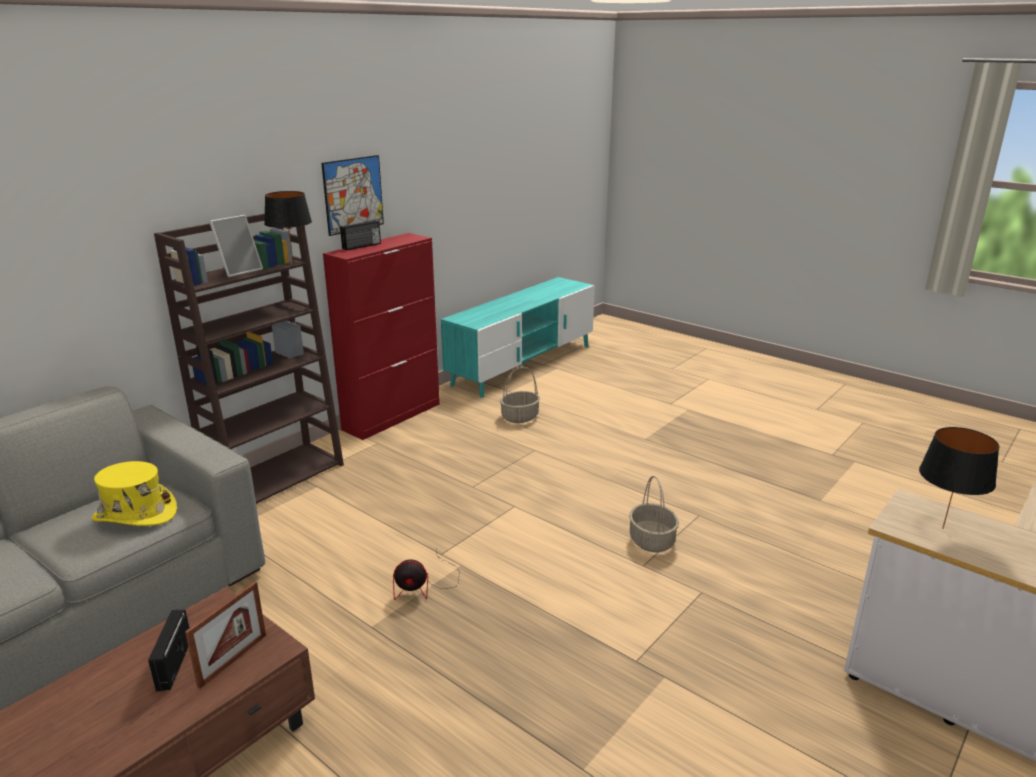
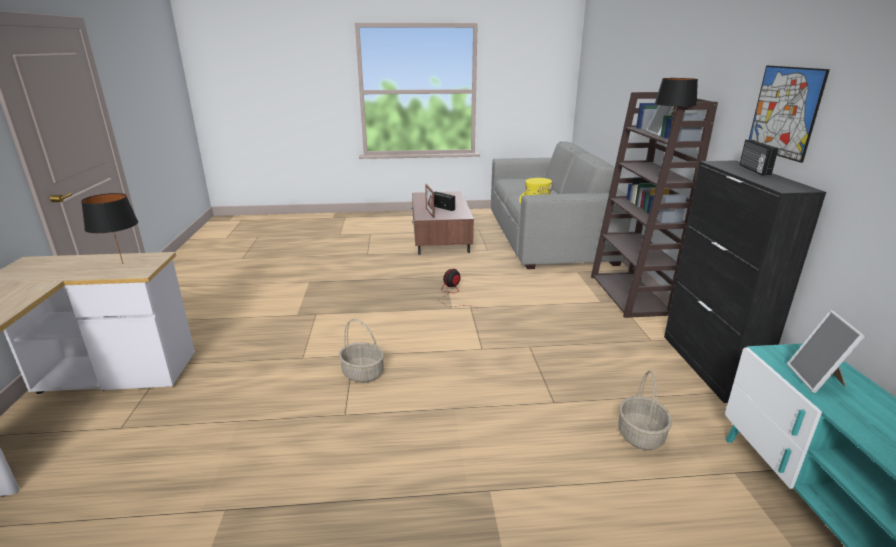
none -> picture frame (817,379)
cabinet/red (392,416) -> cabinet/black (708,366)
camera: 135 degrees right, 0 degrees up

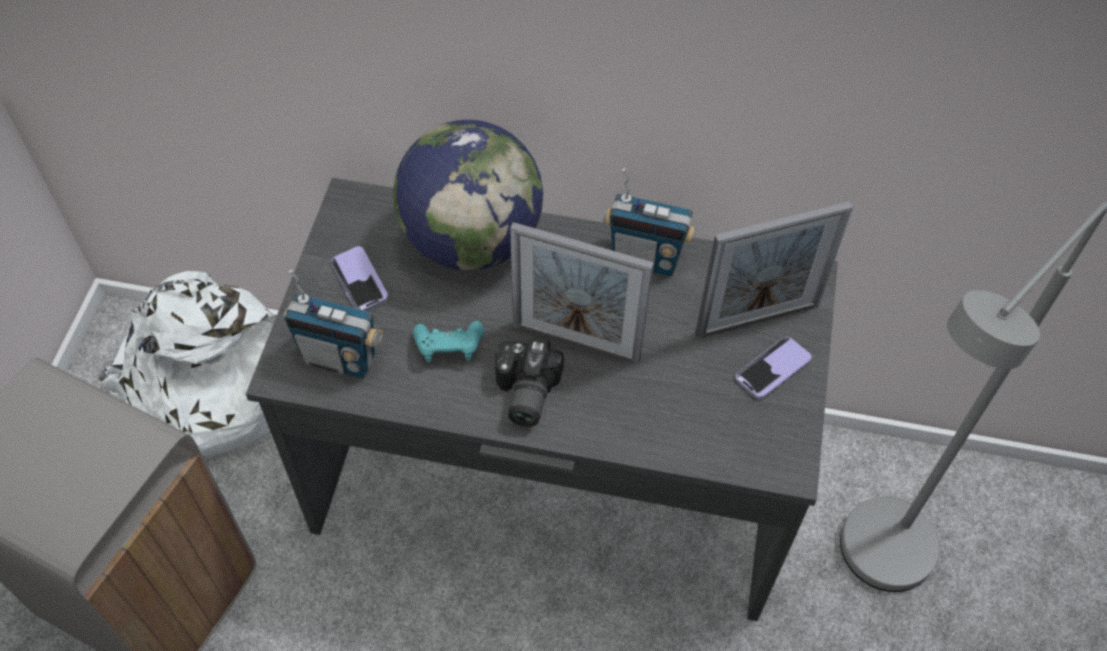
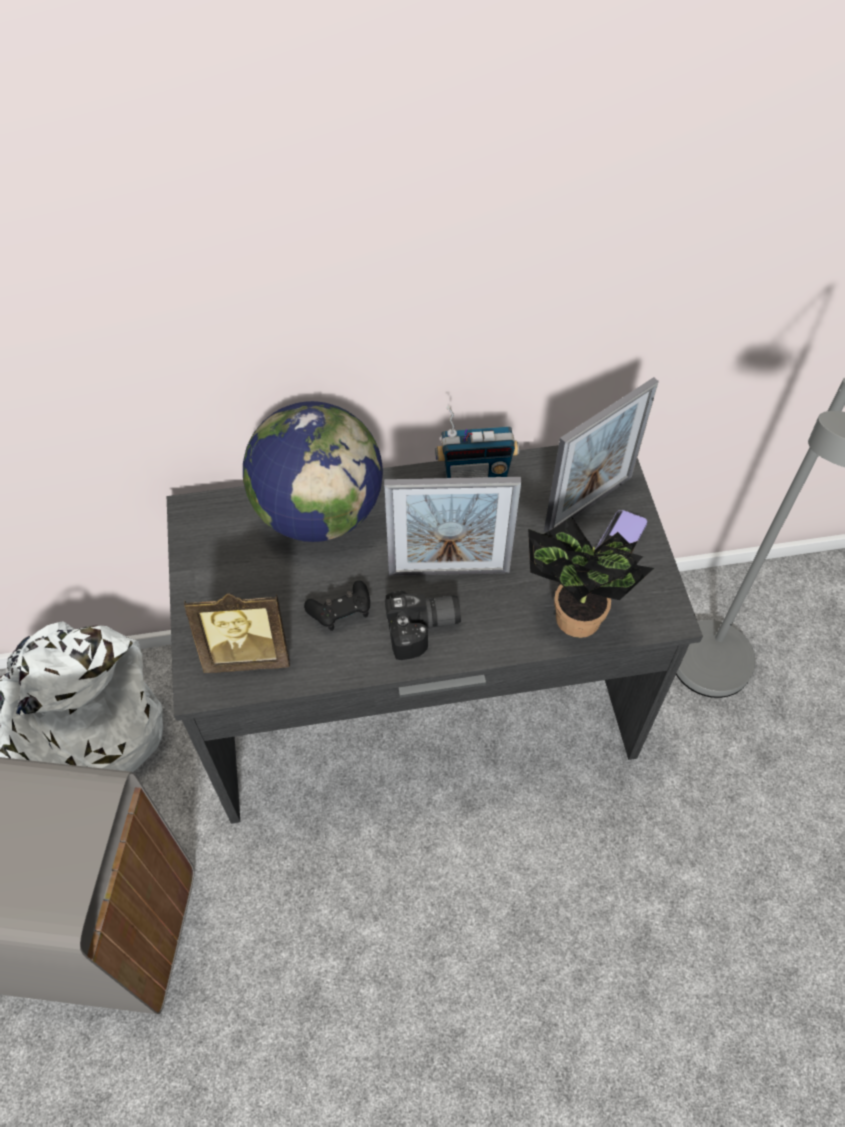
phone (359,280) -> none
none -> potted plant (571,620)
radio (340,358) -> picture frame (248,654)
game controller/turquoise (449,348) -> game controller/black (341,612)
photo camera (523,393) -> photo camera (424,630), 90 degrees counterclockwise
camera: 20 degrees left, 0 degrees up

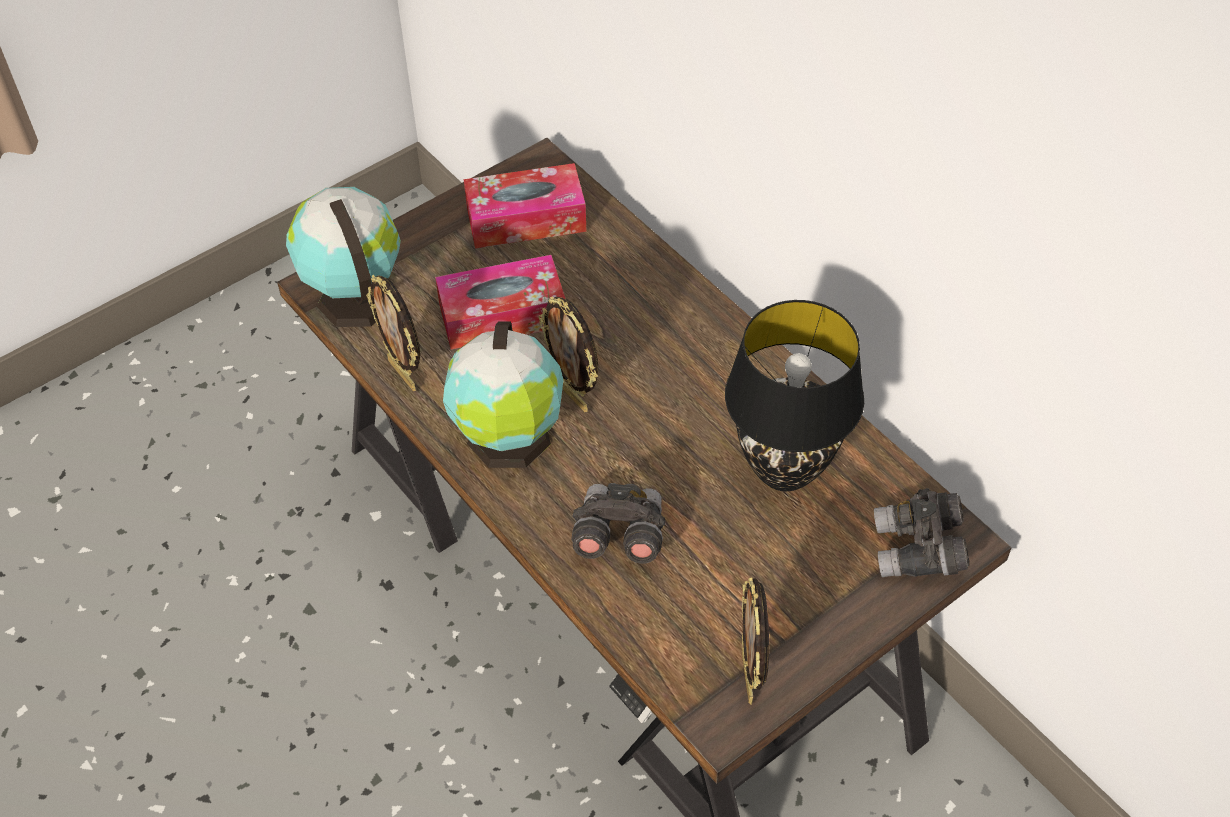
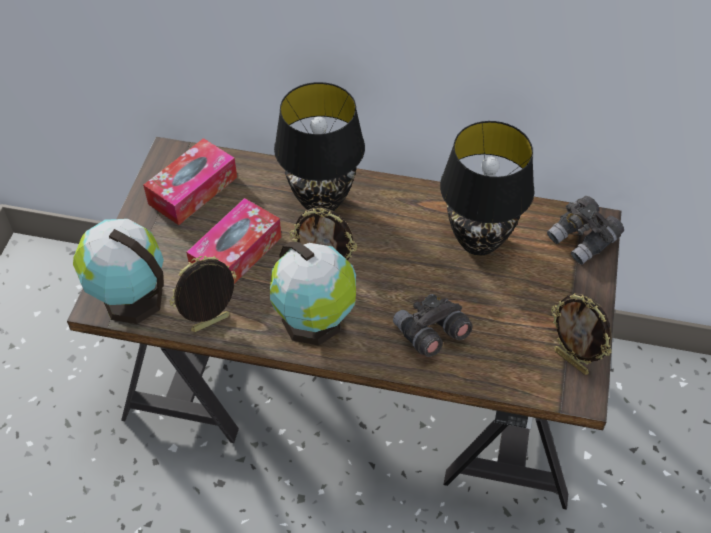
none -> table lamp/black (322,203)
picture frame (404,374) -> picture frame (211,325), 135 degrees clockwise
camera: 40 degrees left, 0 degrees up

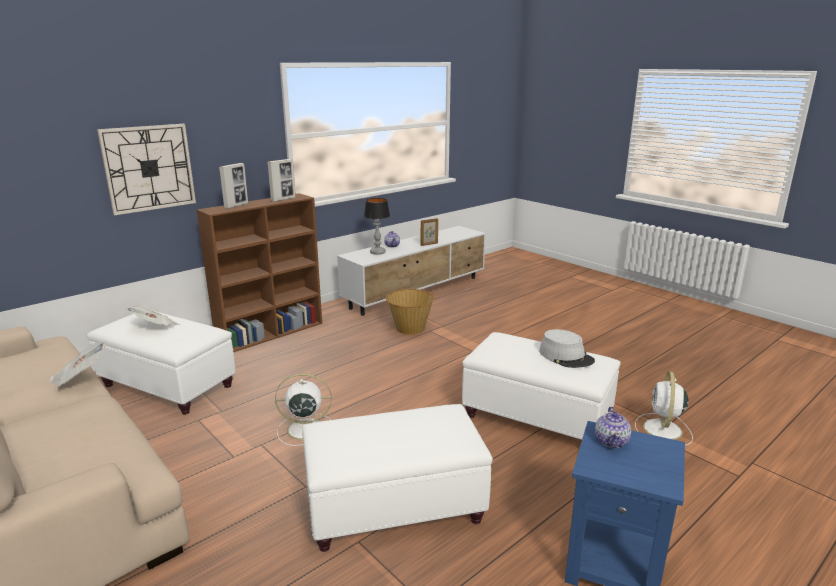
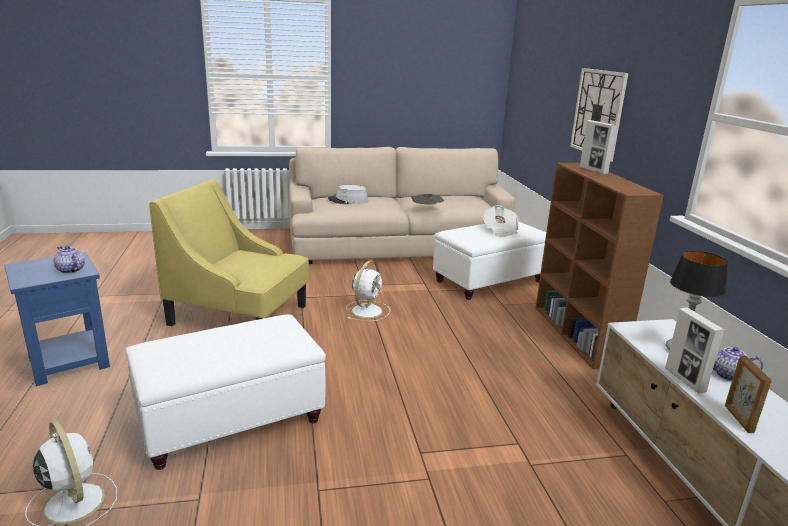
basket (410,328) -> none
picture frame (283,199) -> picture frame (685,380), move
hat/grey (566,356) -> hat/grey (348,200), move
ottoman/white (393,507) -> armchair/yellow (239,315)
camera: 120 degrees right, 0 degrees up

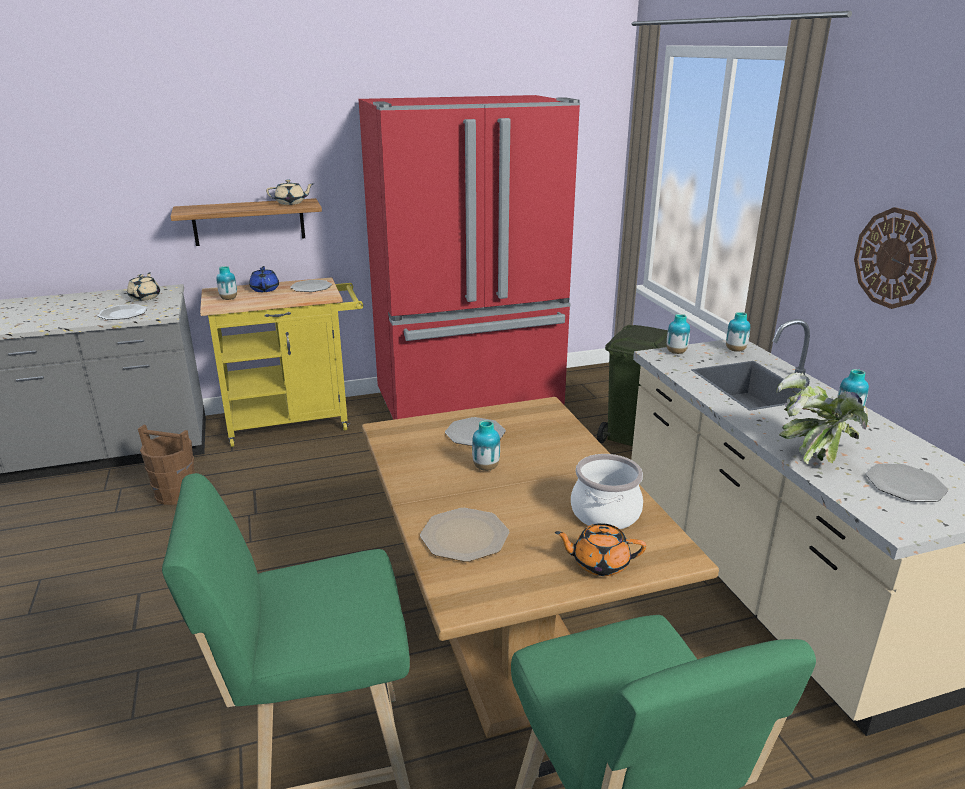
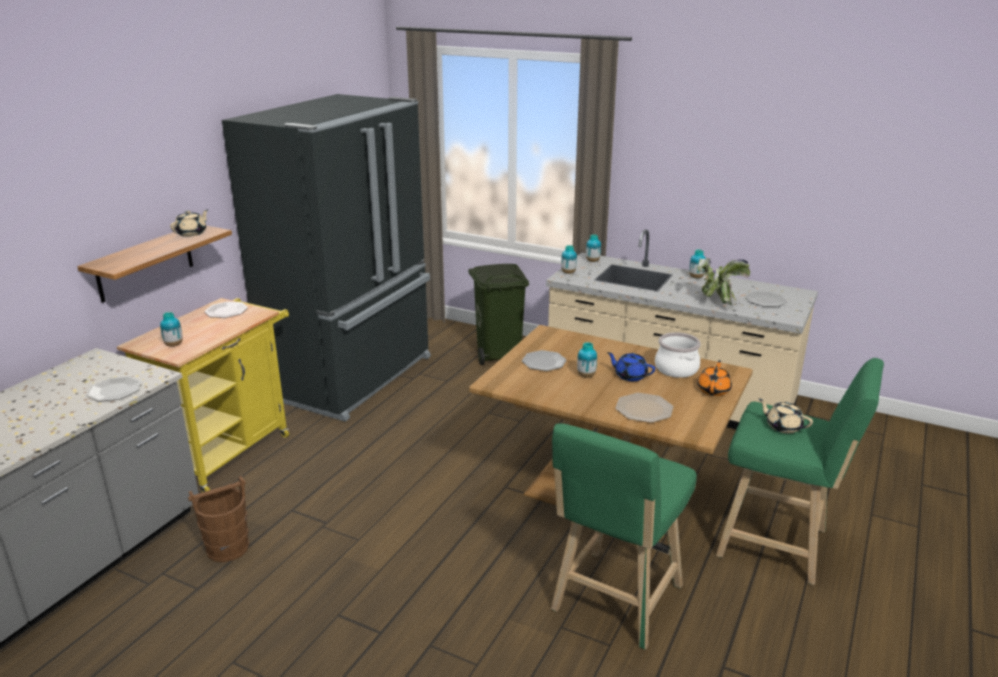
wall clock (894,258) -> none
teapot/beige (145,297) -> teapot/beige (783,426), move
teapot/blue (265,289) -> teapot/blue (630,376), move
fridge/red (471,405) -> fridge/black (354,377)
teapot/orange (599,563) -> teapot/orange (713,390), 150 degrees clockwise
camera: 45 degrees left, 0 degrees up

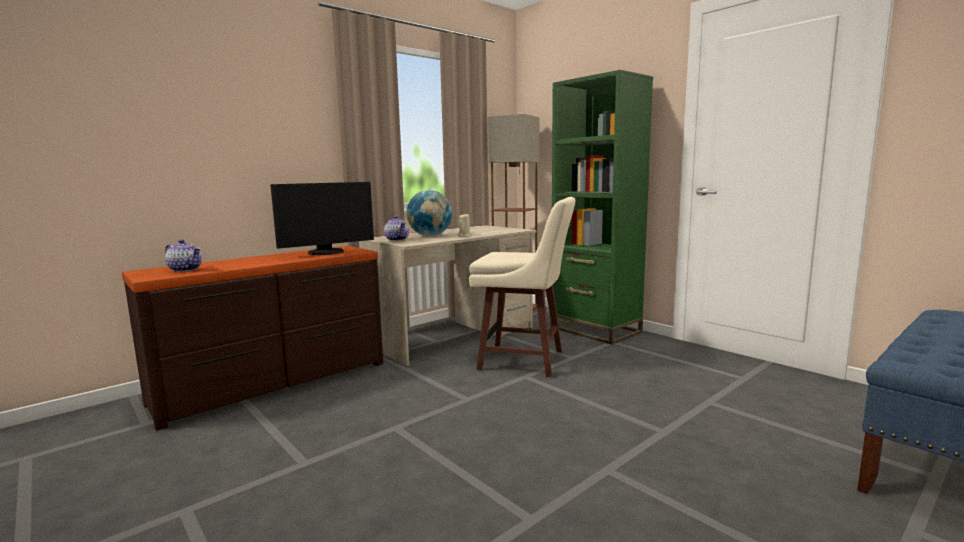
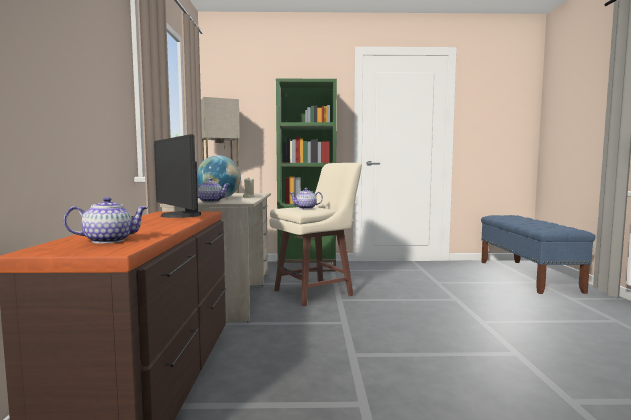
none -> teapot (306,208)
monitor (327,252) -> monitor (179,215), 135 degrees clockwise
camera: 50 degrees left, 5 degrees down

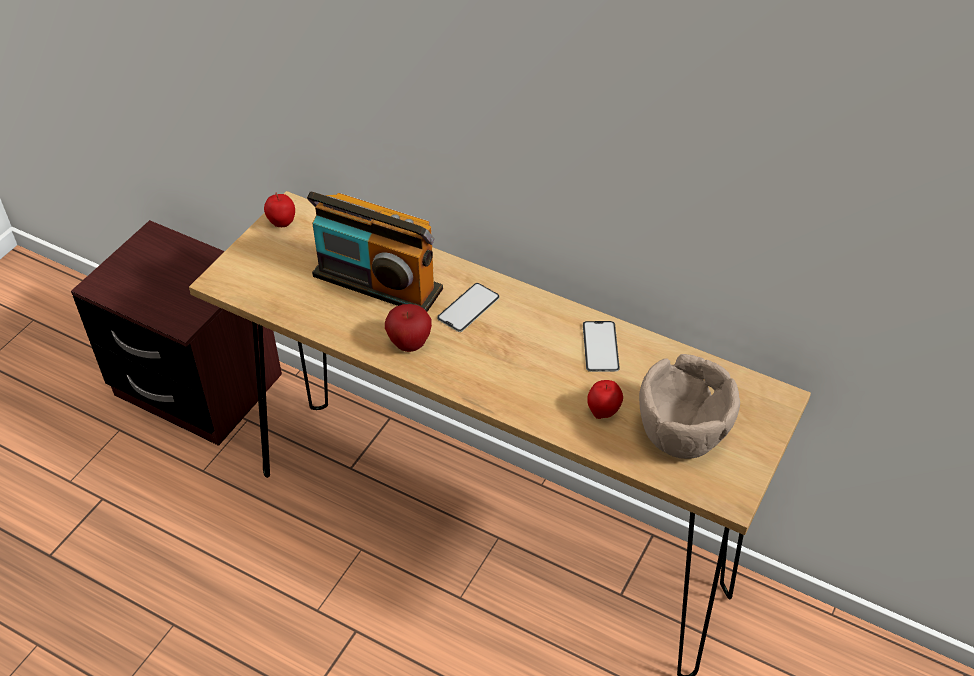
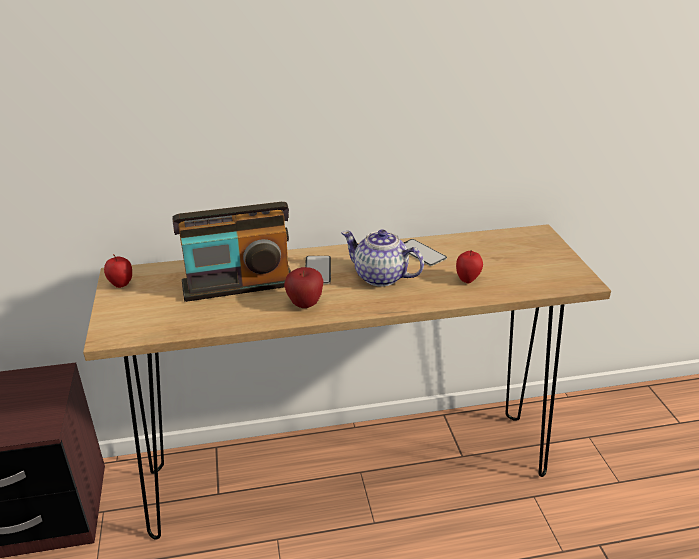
bowl/brown (681,435) -> none
none -> teapot (381,277)
camera: 40 degrees left, 15 degrees down

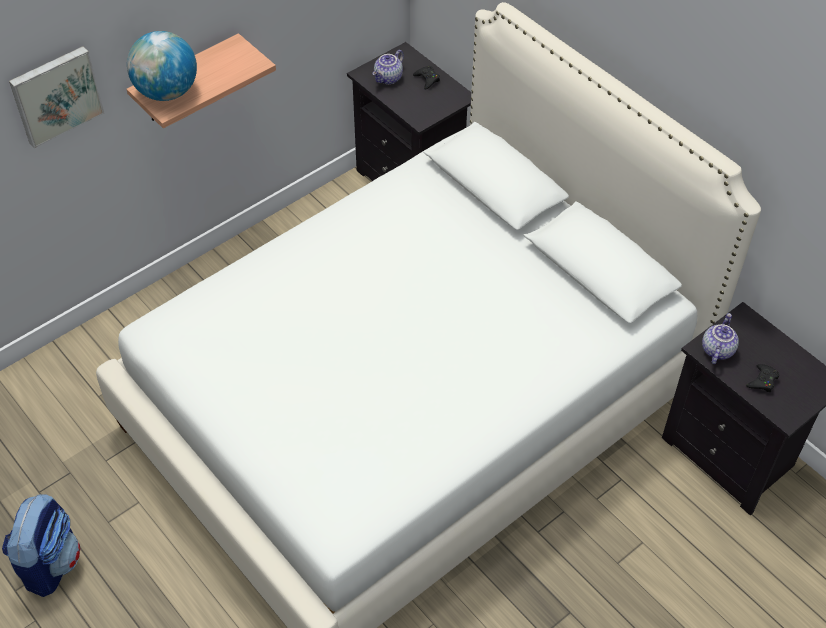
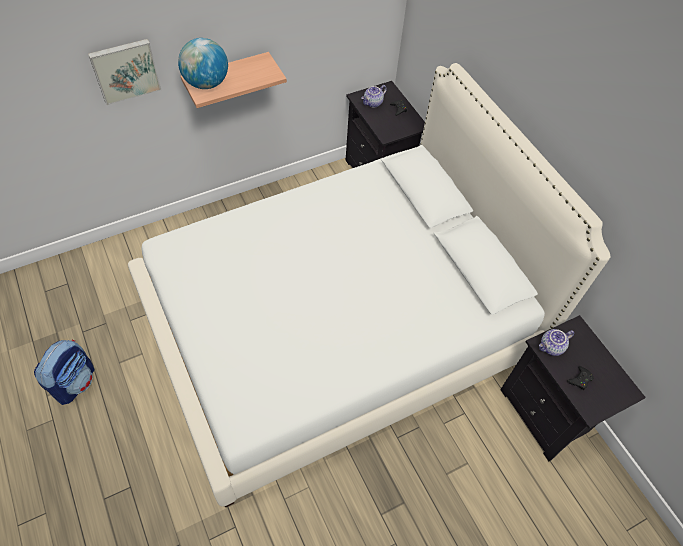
teapot (716,349) -> teapot (551,347), 150 degrees counterclockwise
camera: 10 degrees right, 5 degrees up

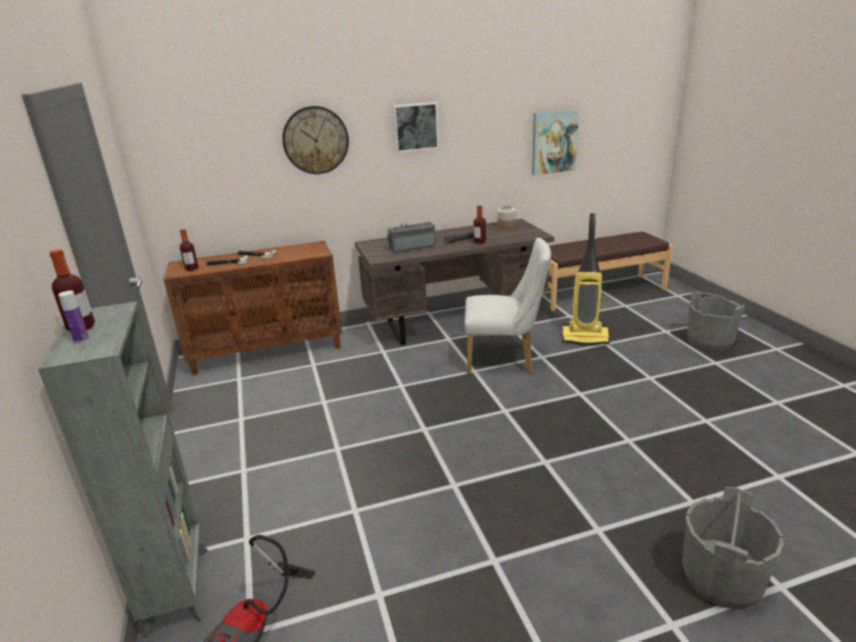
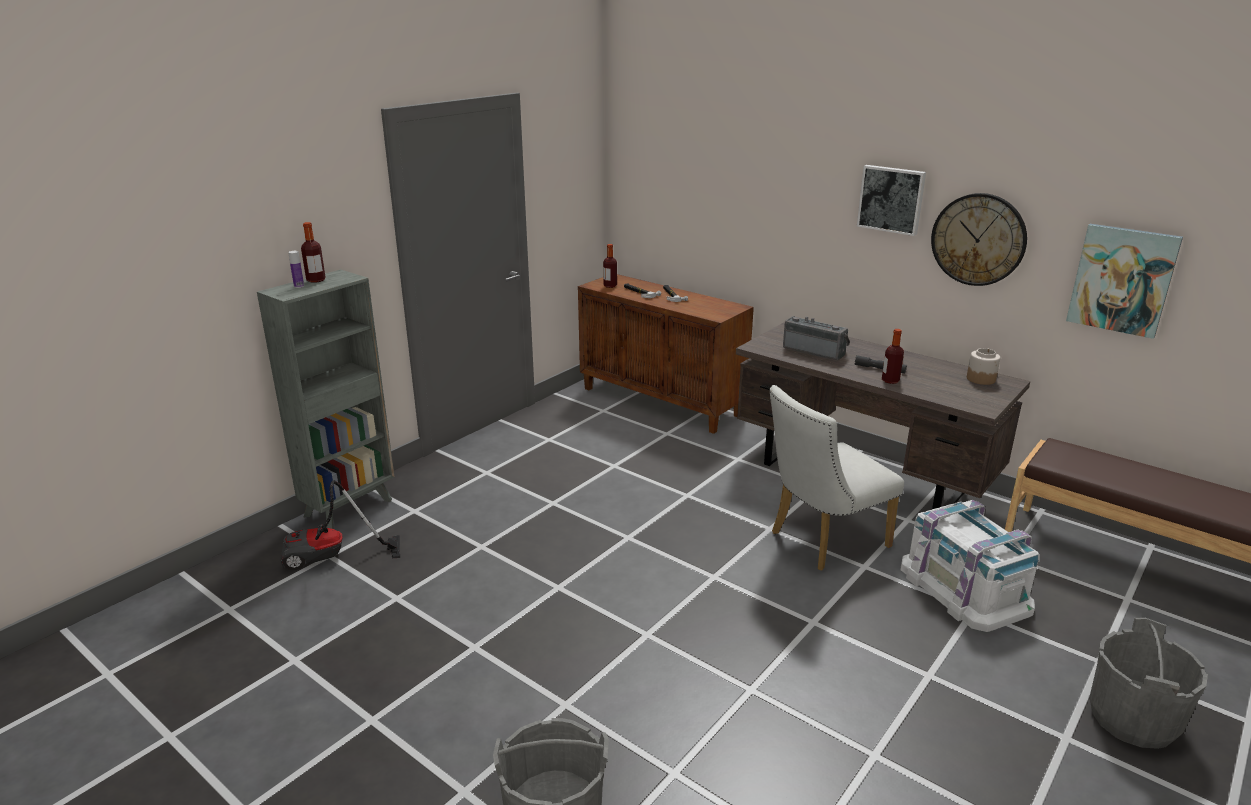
wall clock (315,140) -> wall clock (978,239), move
vacuum cleaner (585,337) -> storage box/white (965,587)
chair/white (505,359) -> chair/white (822,541), 90 degrees clockwise
camera: 55 degrees right, 0 degrees up

